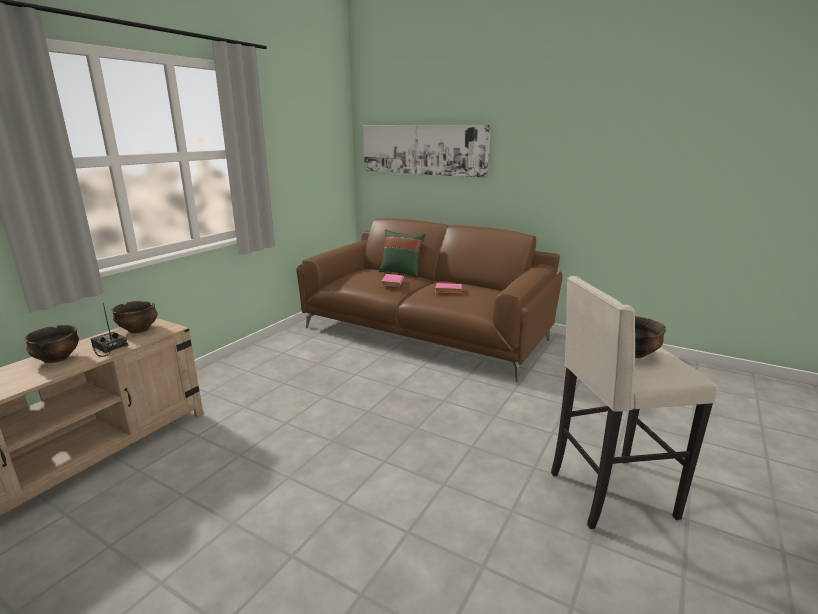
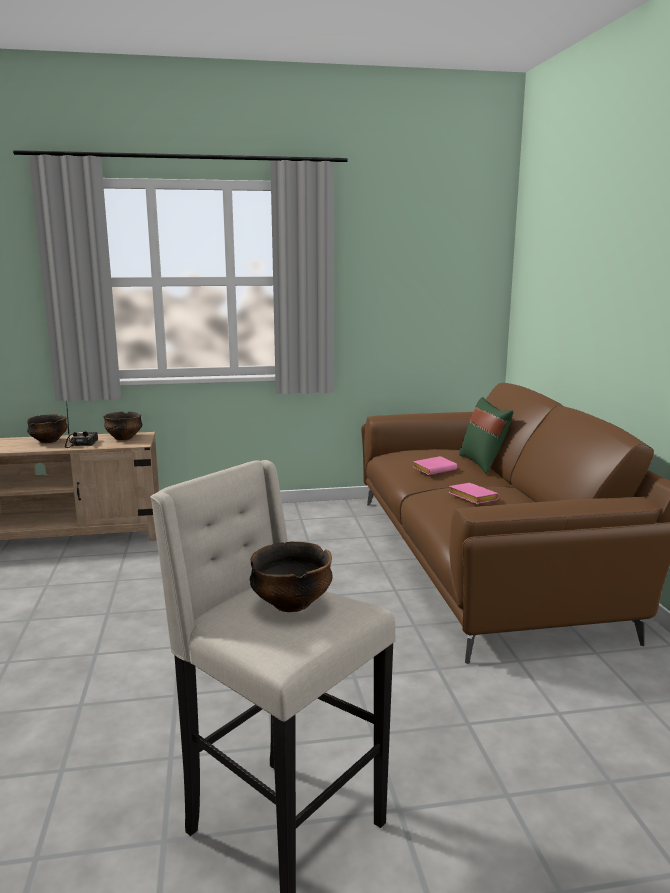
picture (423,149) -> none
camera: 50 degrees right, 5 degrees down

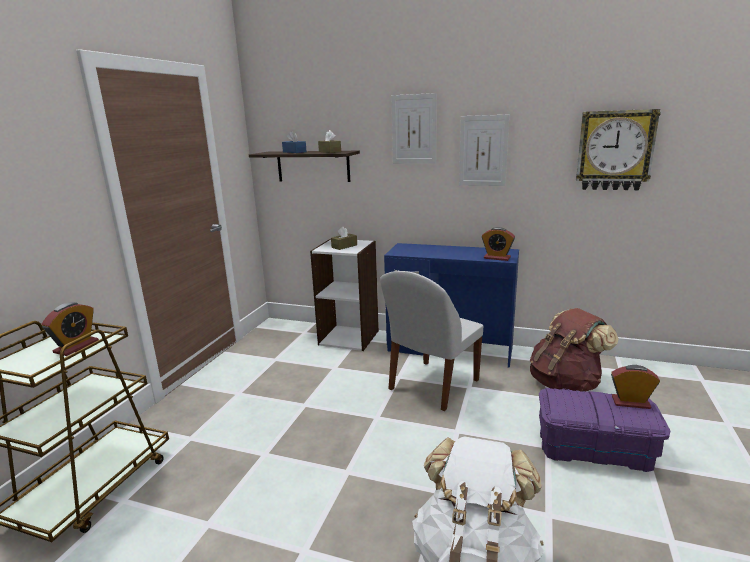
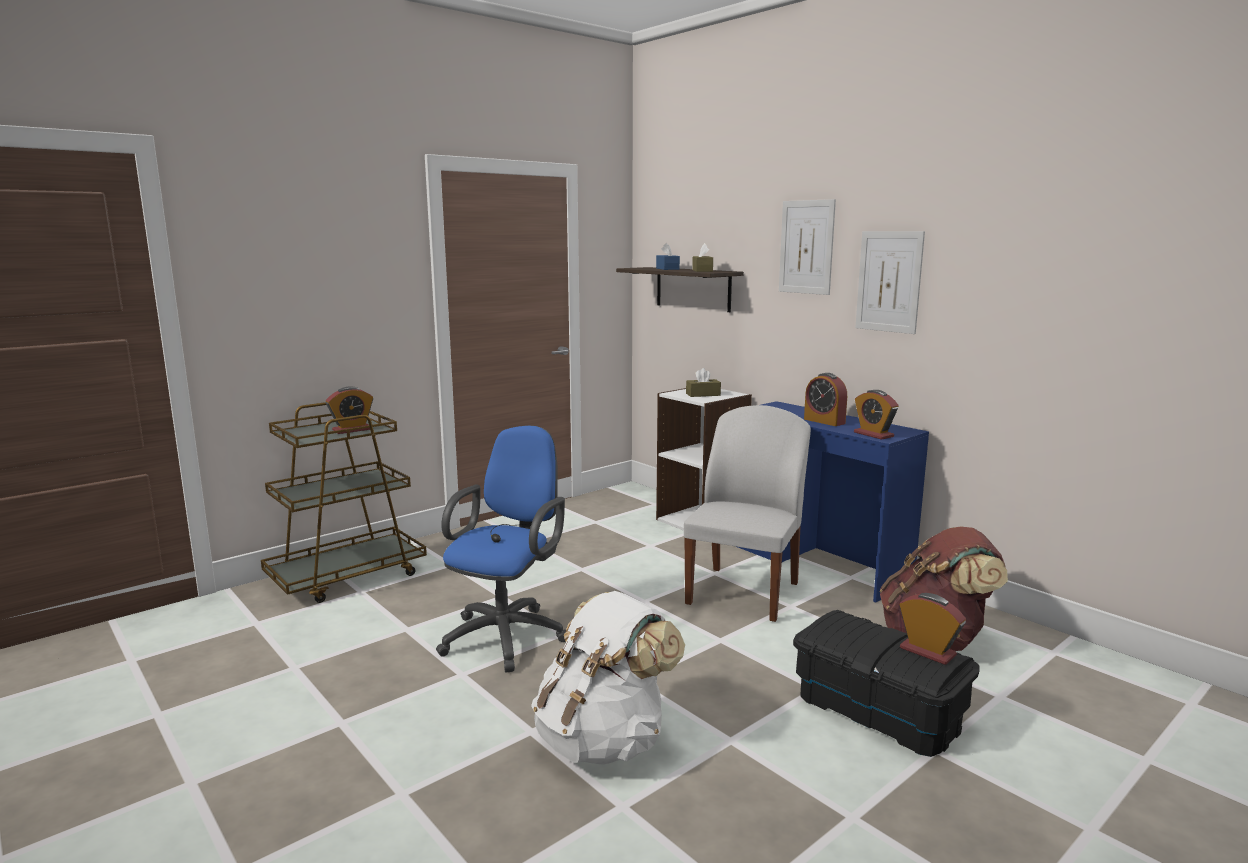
wall clock (614,150) -> none
none -> office chair/blue (508,634)
none -> alarm clock (824,421)
storage box/purple (594,449) -> storage box/black (877,711)
chair/white (432,386) -> chair/white (744,592), 135 degrees clockwise
camera: 30 degrees right, 5 degrees down

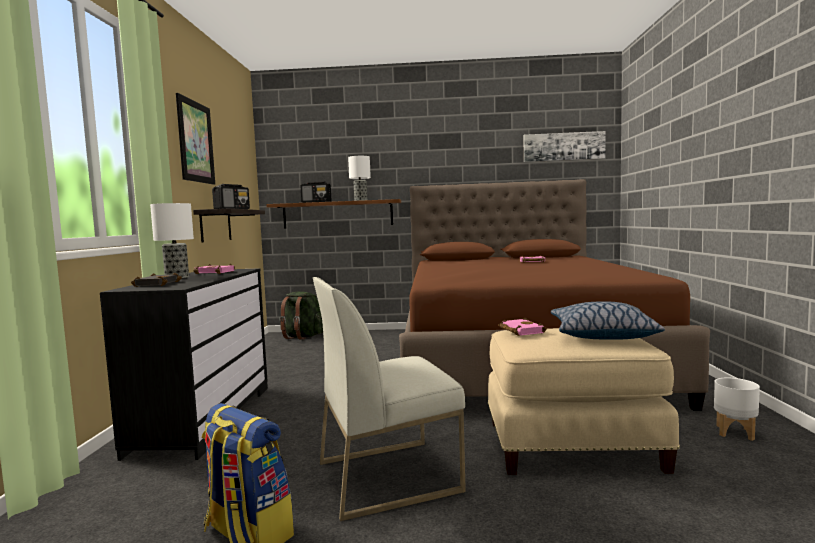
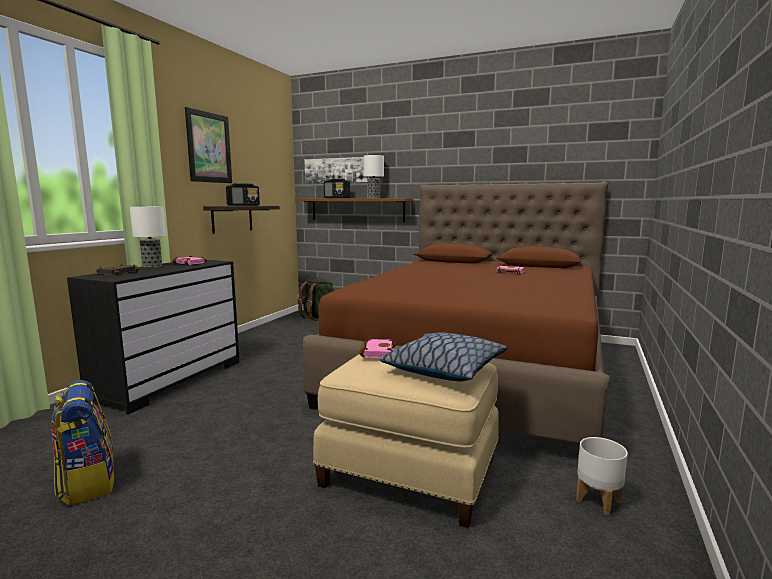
chair/white (388,475) -> none
picture (563,146) -> picture (336,170), move
camera: 20 degrees right, 5 degrees up

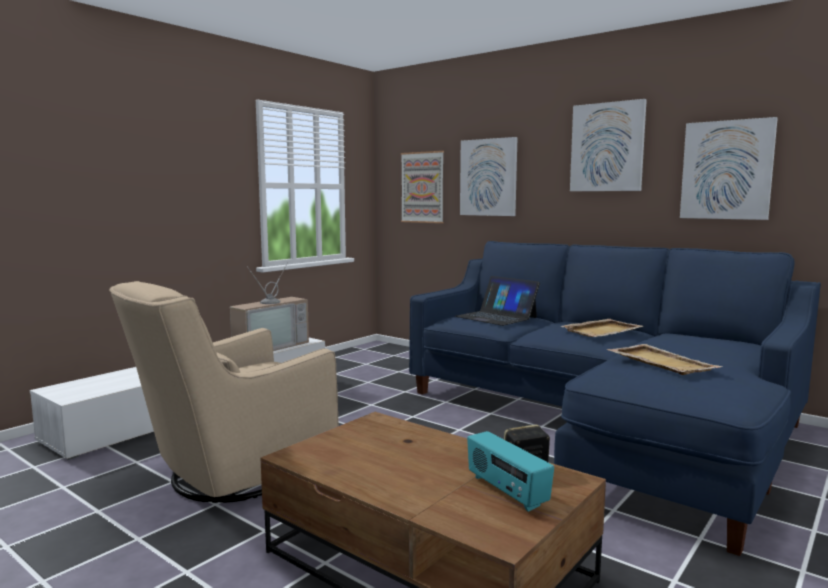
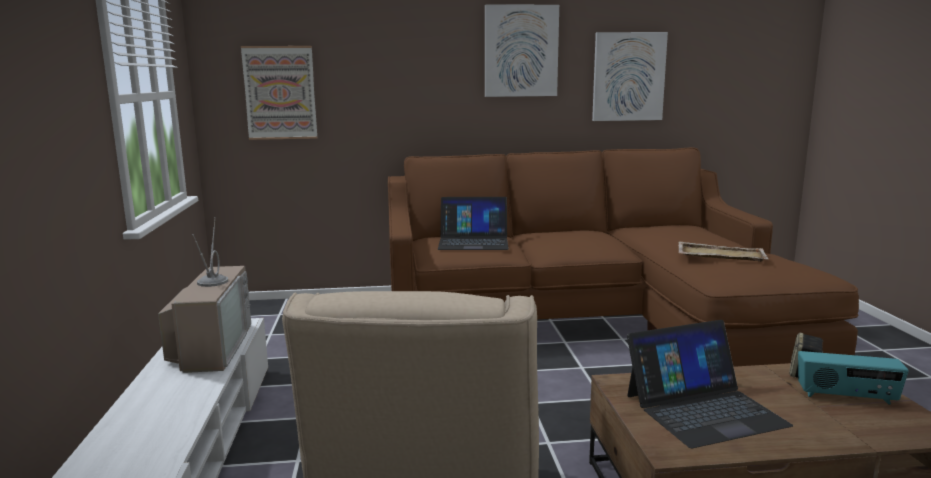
picture (488,177) -> none
tray/beige (602,330) -> none
none -> laptop (704,409)
sofa/blue (603,422) -> sofa/brown (594,322)
camera: 45 degrees left, 5 degrees up

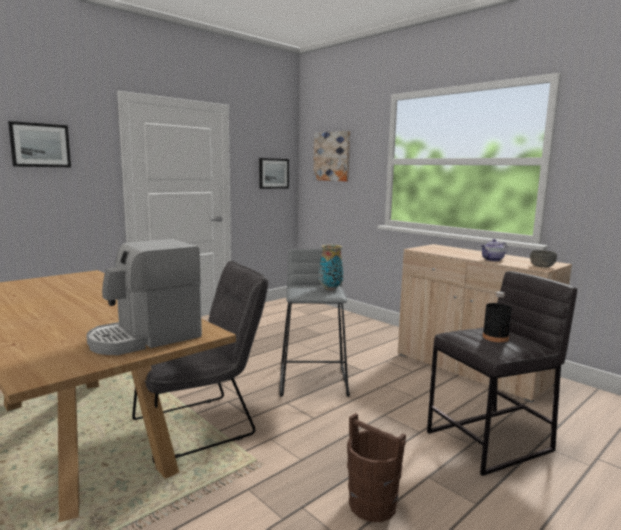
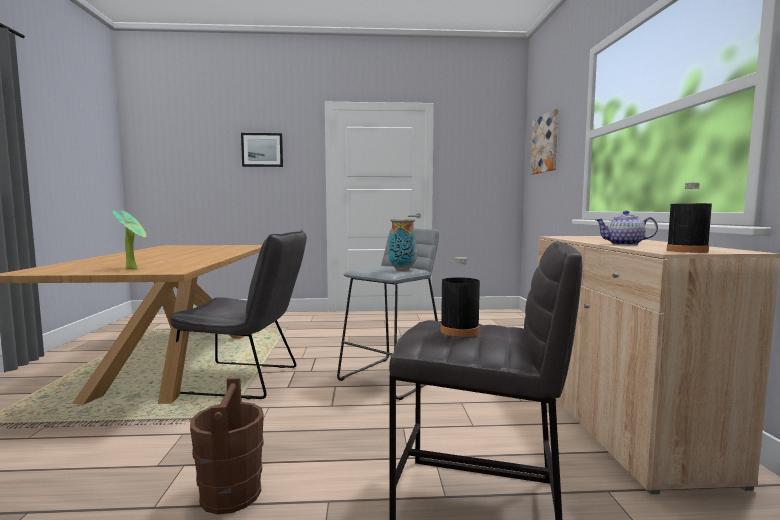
picture (273,173) -> none
coffee machine (145,338) -> potted plant (133,268)
bowl/grey (542,266) -> bottle/black (687,251)
camera: 40 degrees right, 5 degrees down

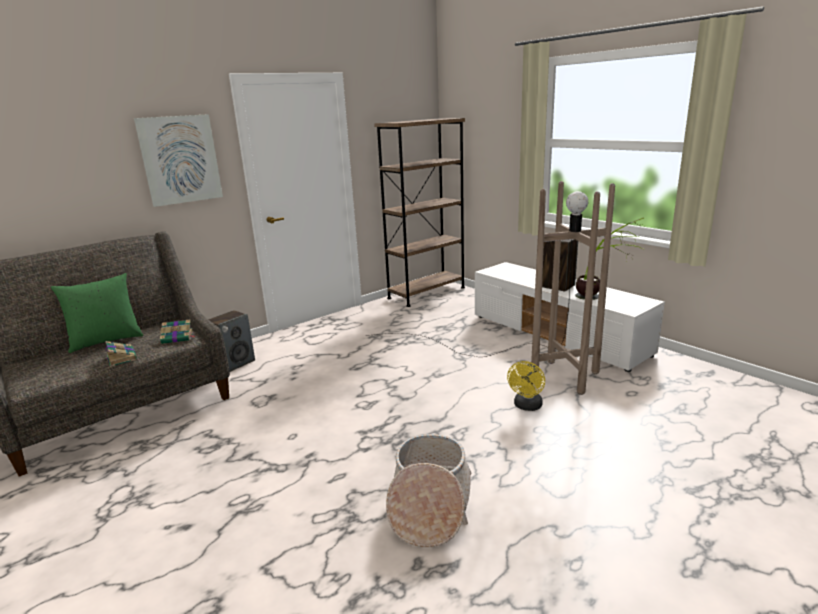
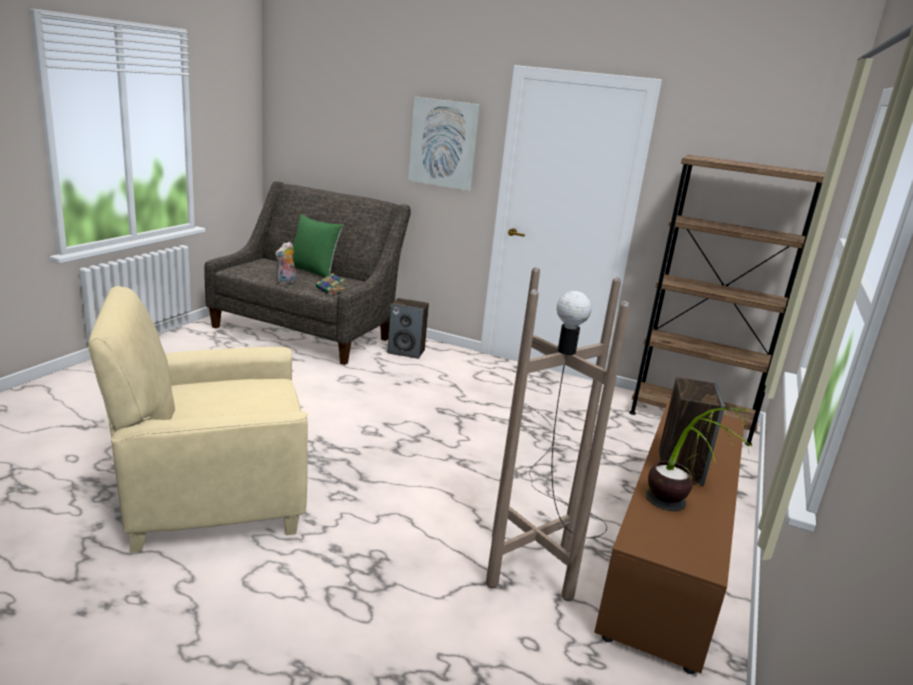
fan/yellow (527,406) -> none
book (121,357) -> plush toy (286,282)
basket (429,505) -> armchair/beige (212,496)
tv stand/white (558,335) -> tv stand/brown (671,552)
camera: 60 degrees right, 0 degrees up

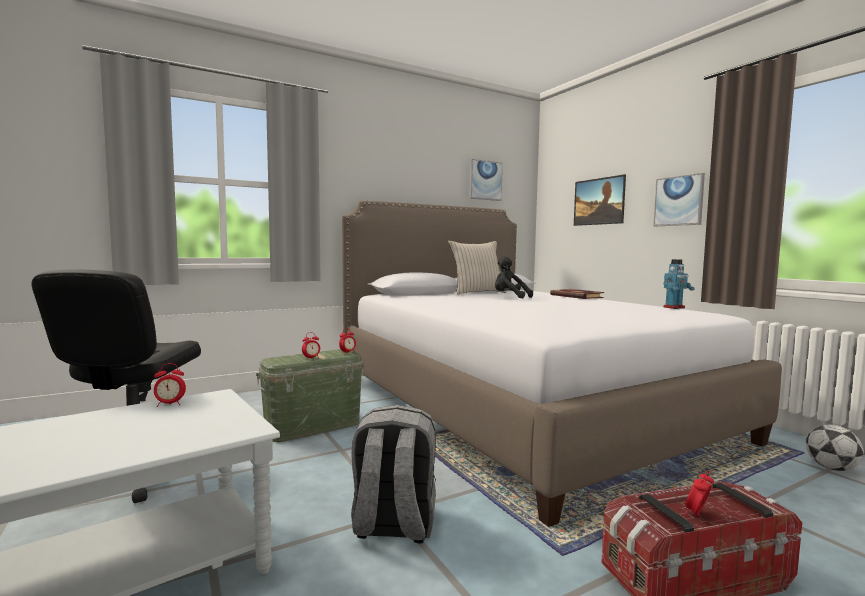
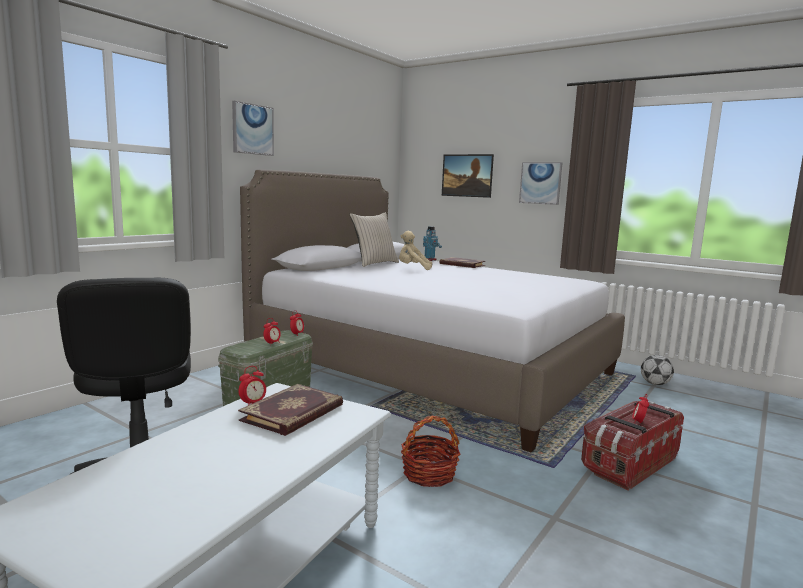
none -> book (294,413)
picture (485,180) -> picture (252,129), move
toy robot (674,307) -> toy robot (430,260), move
backpack/grey (393,525) -> basket (429,474)
plush toy/black (509,297) -> plush toy/beige (413,268)
camera: 25 degrees left, 5 degrees up

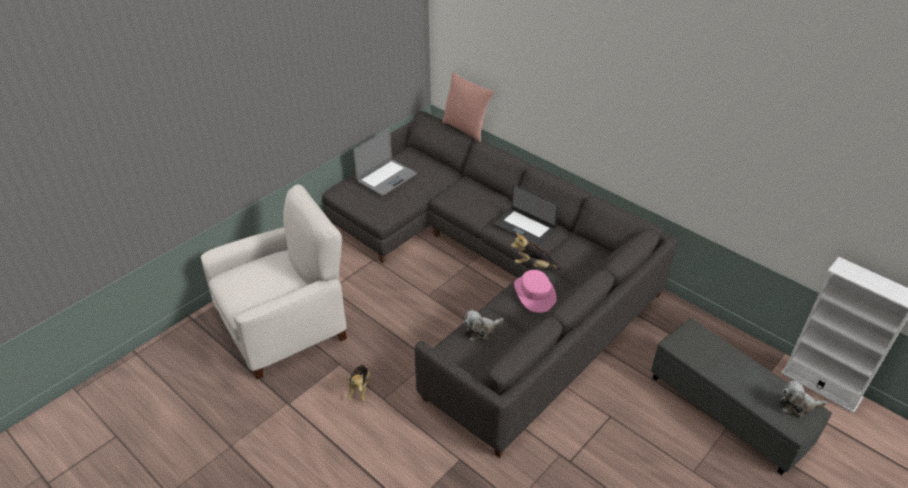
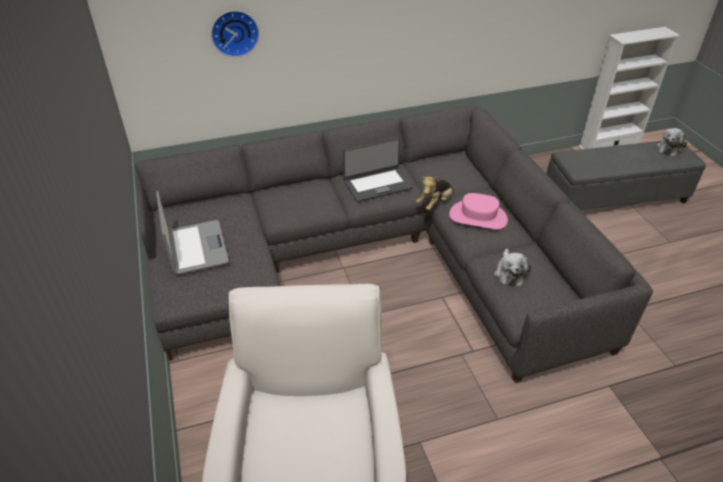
plush toy (360,388) -> none
pillow/pink (466,129) -> none
none -> wall clock (234,32)
camera: 60 degrees left, 0 degrees up

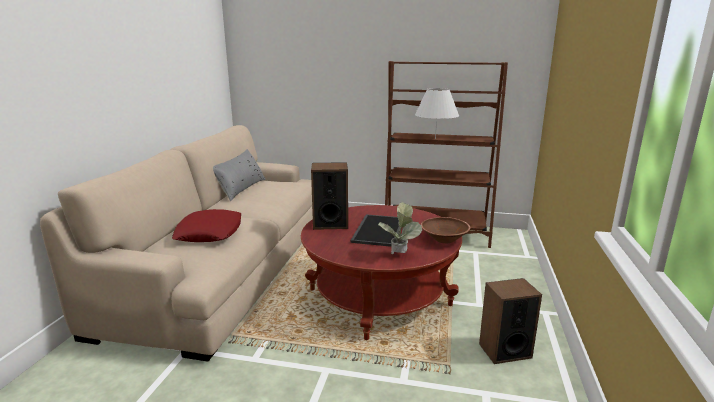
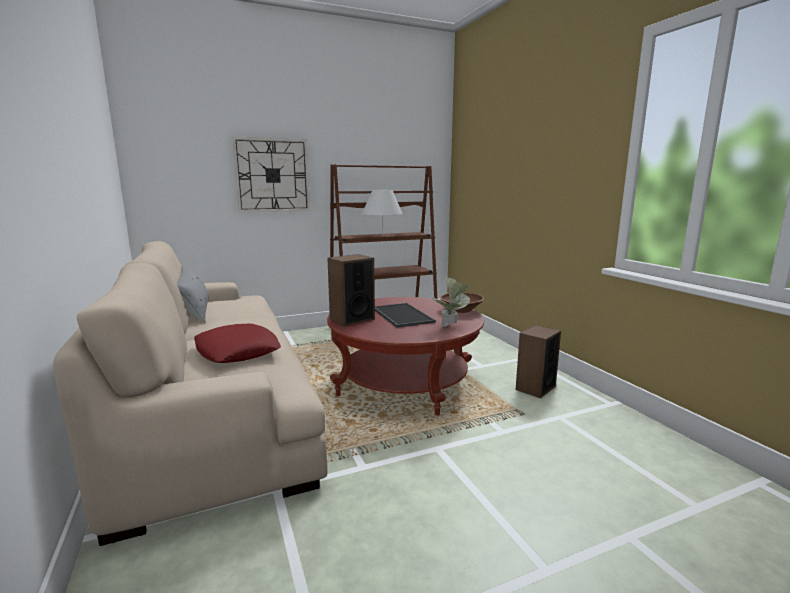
none -> wall clock (272,175)
camera: 35 degrees left, 5 degrees down

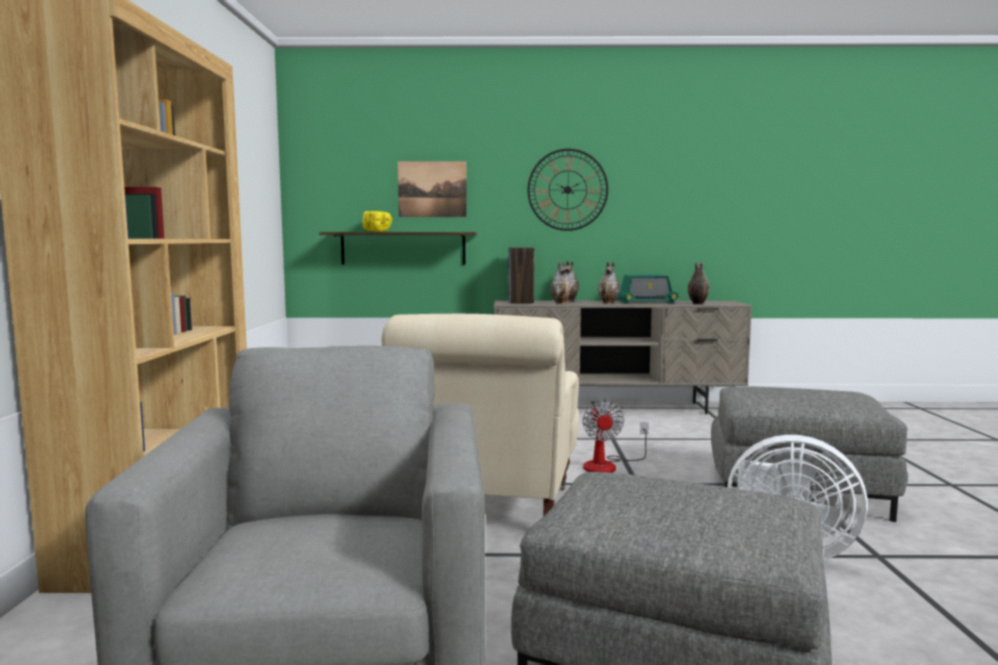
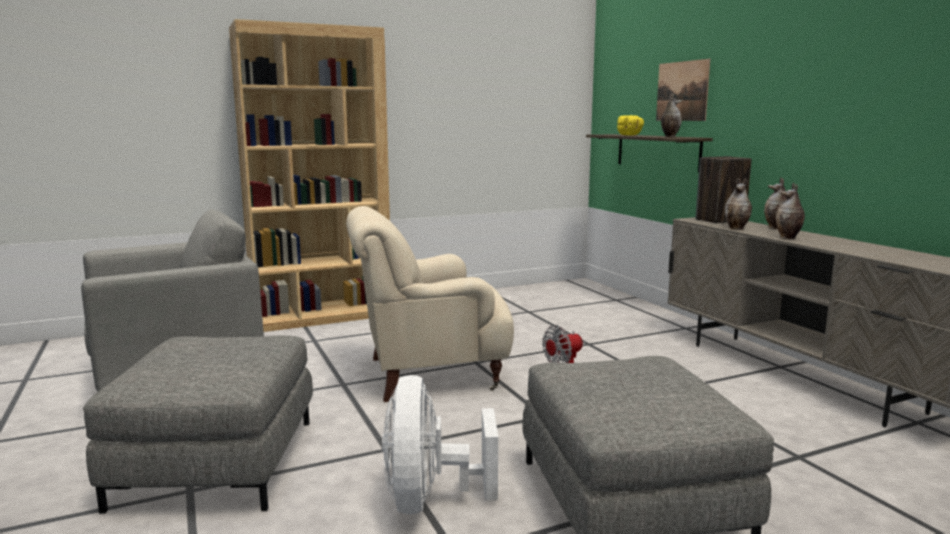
wall clock (567,190) -> none
radio (646,302) -> none
vase (697,304) -> vase (669,136), move
camera: 65 degrees right, 5 degrees up

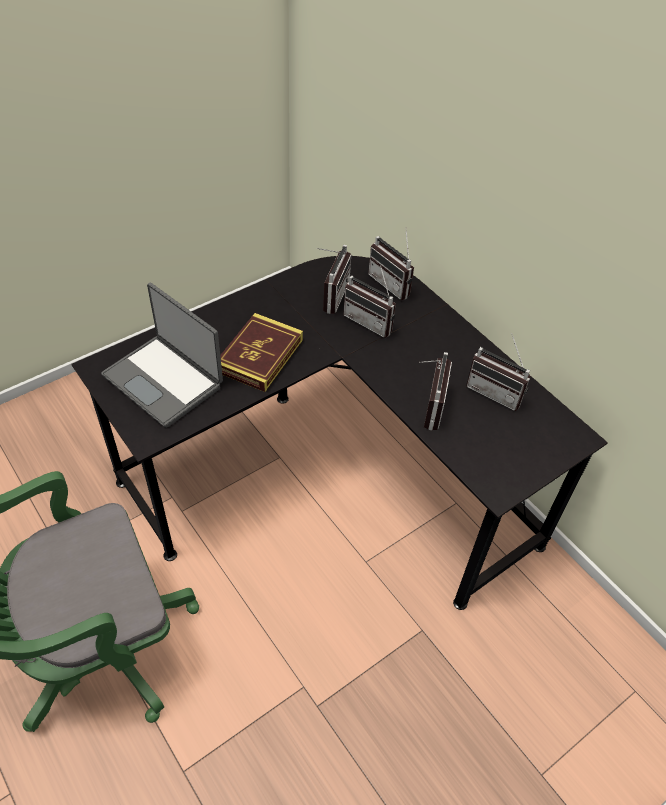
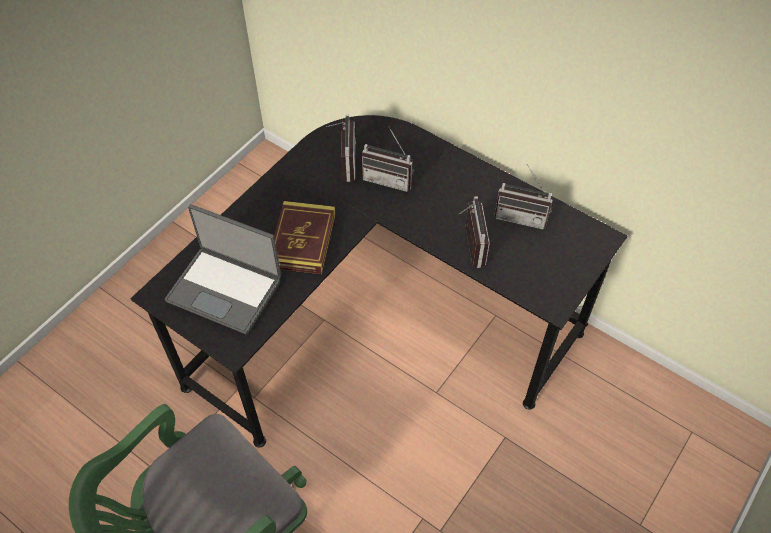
radio (393,283) -> none
camera: 15 degrees left, 5 degrees up

